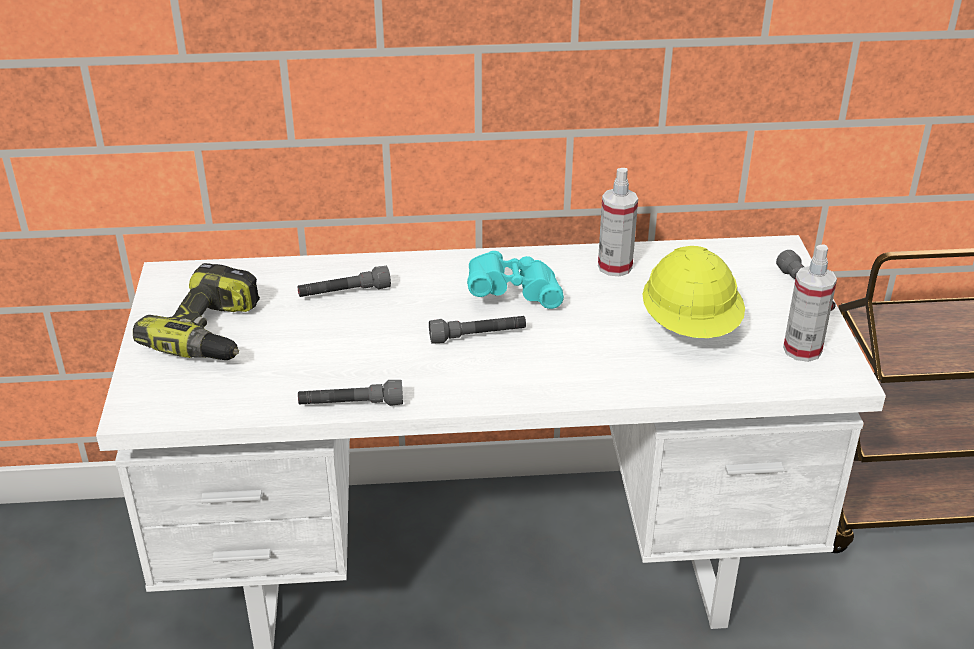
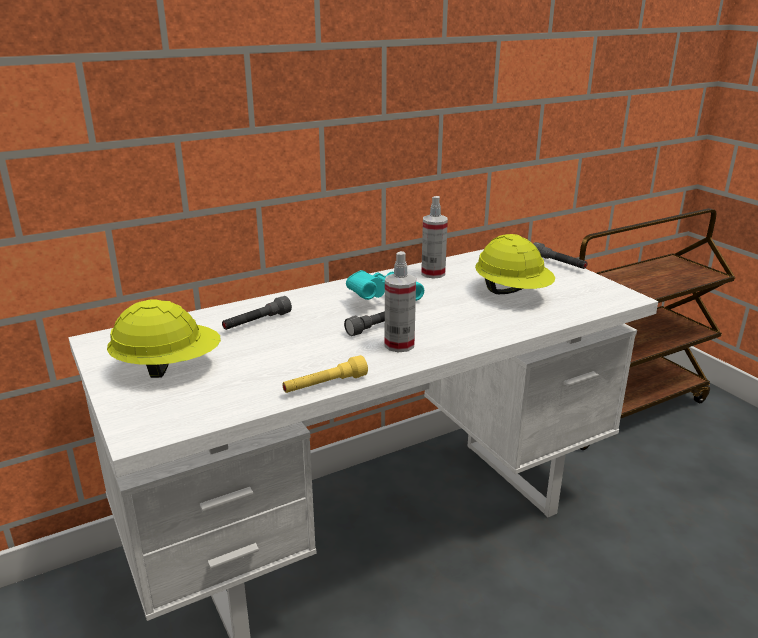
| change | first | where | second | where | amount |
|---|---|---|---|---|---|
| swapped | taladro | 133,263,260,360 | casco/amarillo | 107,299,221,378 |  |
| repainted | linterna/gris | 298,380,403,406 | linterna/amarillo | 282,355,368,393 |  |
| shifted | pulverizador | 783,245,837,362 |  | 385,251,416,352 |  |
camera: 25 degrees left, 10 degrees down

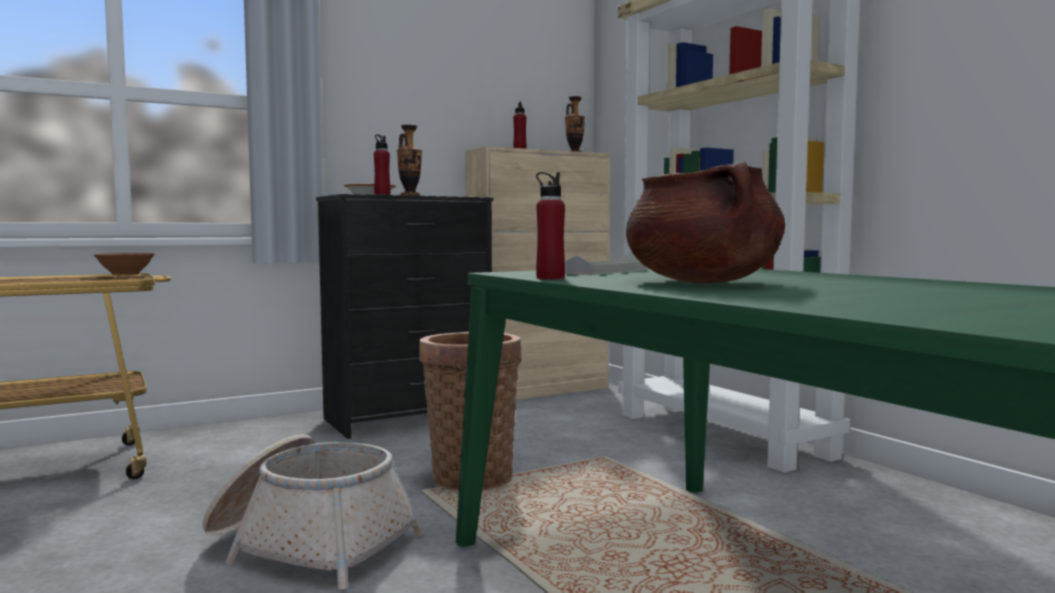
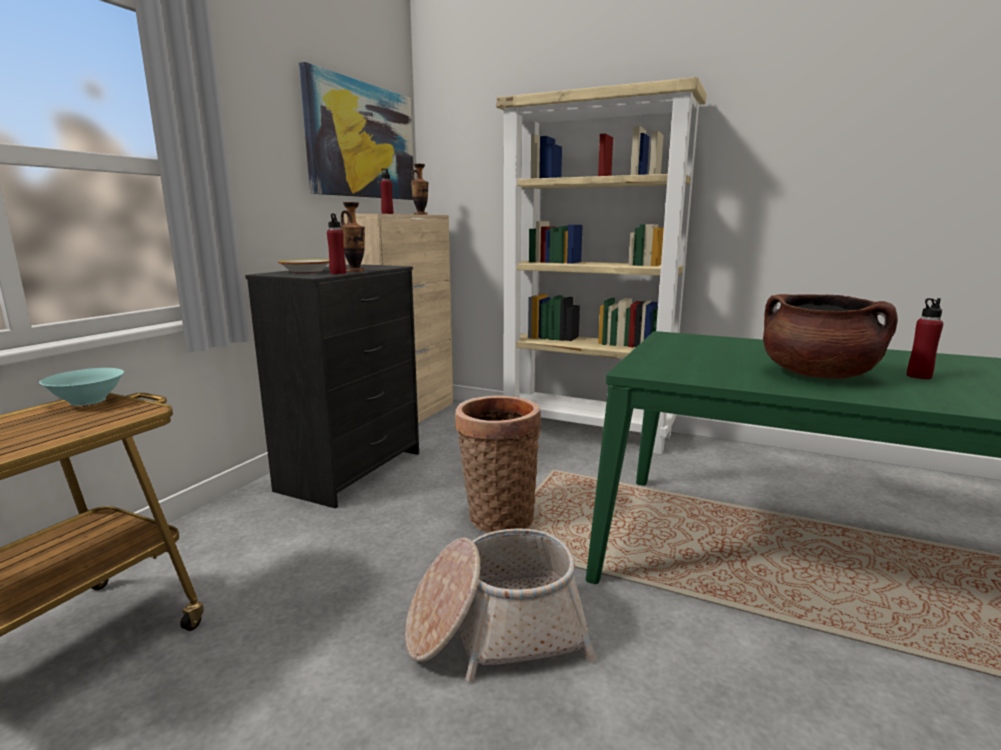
| change | first | where | second | where | amount |
|---|---|---|---|---|---|
| repainted | cuenco/marrón | 93,253,155,275 | cuenco/turquesa | 39,368,124,406 |  |
| shifted | botella/rojo | 536,172,565,279 |  | 907,298,943,379 |  |
| gone | bandeja/gris | 565,253,646,275 |  |  |  |
| new |  |  | cuadro | 299,62,413,200 |  |
camera: 35 degrees left, 10 degrees up

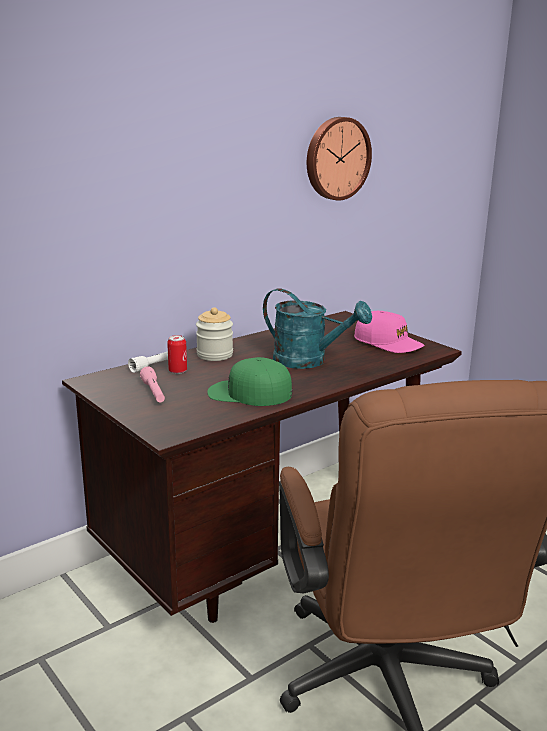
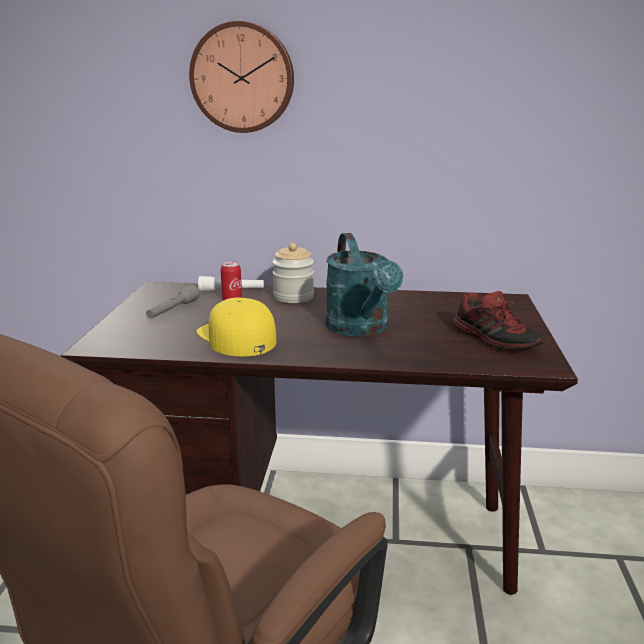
| change | first | where | second | where | amount |
|---|---|---|---|---|---|
| repainted | linterna/rosa | 140,367,165,403 | linterna/gris | 146,285,199,319 |  |
| repainted | gorra/verde | 207,357,292,406 | gorra/amarillo | 197,298,277,357 |  |
| shifted | reloj de pared | 307,117,372,201 |  | 189,21,294,133 |  |
| swapped | gorra/rosa | 354,311,424,353 | zapato | 453,291,545,350 |  |
camera: 45 degrees right, 0 degrees up

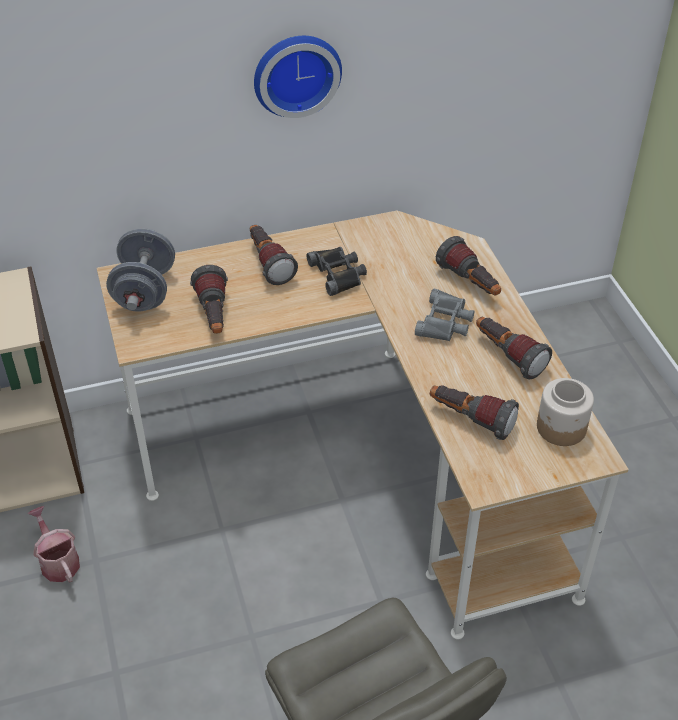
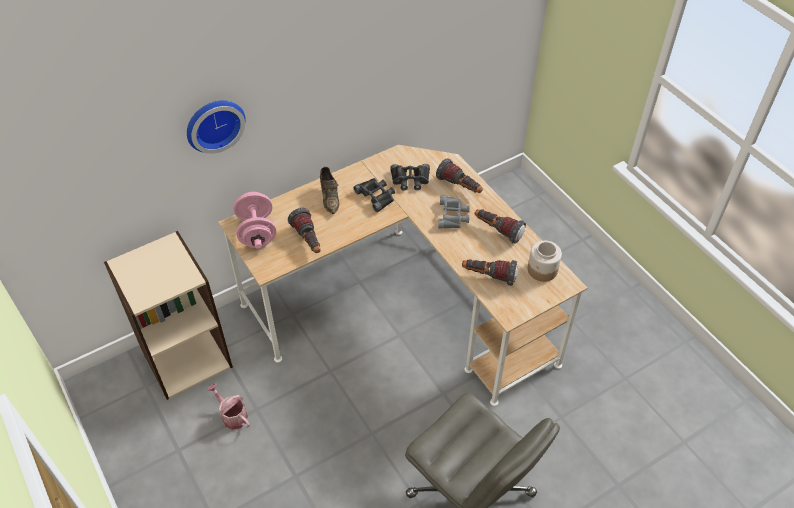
| change | first | where | second | where | amount |
|---|---|---|---|---|---|
| repainted | mancuerna/gris | 106,229,175,312 | mancuerna/rosa | 234,192,276,249 |  |
| swapped | linterna | 250,225,298,285 | zapato/marrón | 320,167,339,214 |  |
| shifted | reloj de pared | 254,36,342,118 |  | 187,100,246,154 |  |
| new |  |  | prismáticos/negro | 390,164,430,191 |  |
camera: 15 degrees left, 5 degrees up

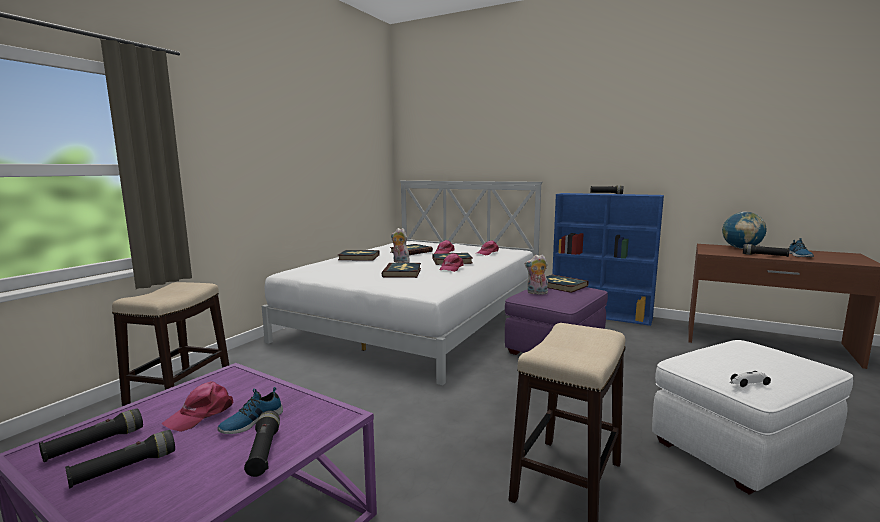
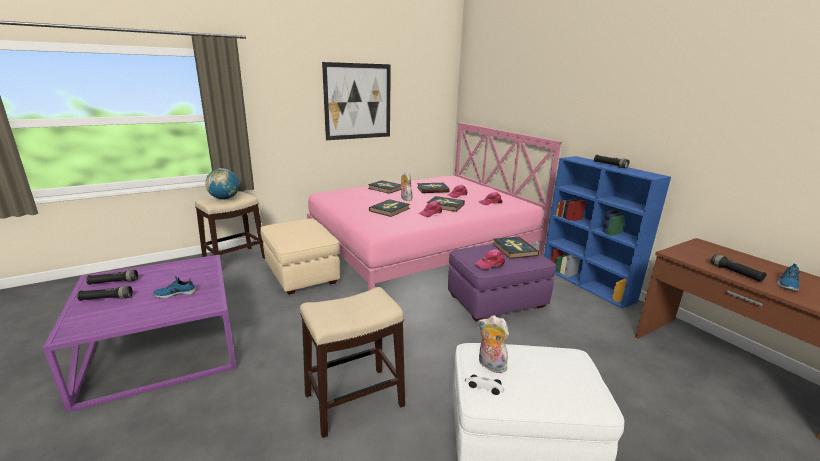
| change | first | where | second | where | amount |
|---|---|---|---|---|---|
| shifted | gorra/rosa | 162,381,234,432 |  | 475,249,505,269 |  |
| gone | linterna/negro | 244,410,280,477 |  |  |  |
| repainted | cama/blanco | 262,181,543,385 | cama/rosa | 307,122,562,291 |  |
| shifted | peluche | 525,255,548,295 |  | 478,315,511,373 |  |
| shifted | globo terráqueo | 722,212,766,249 |  | 205,168,239,200 |  |
| new |  |  | puf/beis | 260,219,340,295 |  |
| new |  |  | cuadro | 322,62,391,140 |  |
camera: 30 degrees right, 10 degrees up

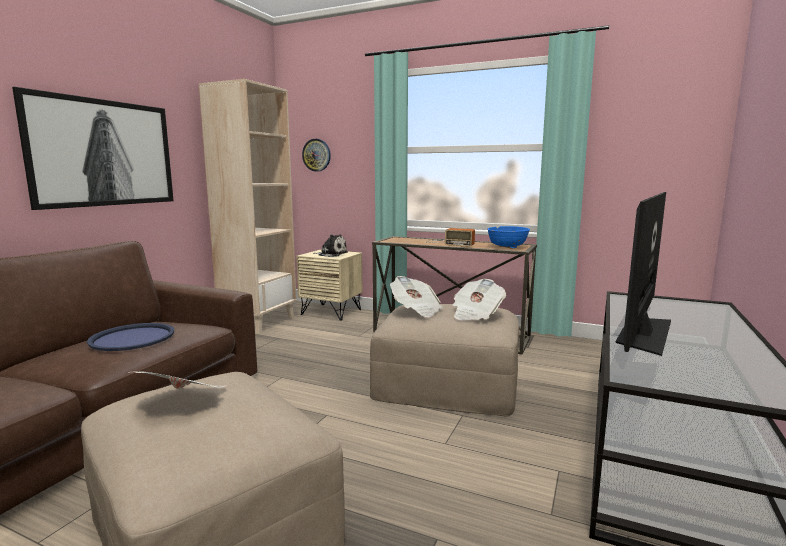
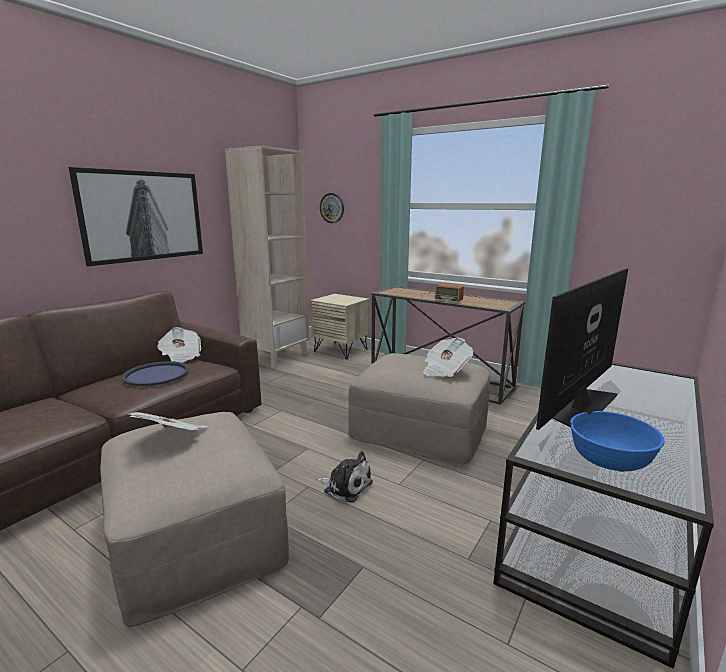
| change | first | where | second | where | amount |
|---|---|---|---|---|---|
| shifted | peluche | 314,234,348,257 |  | 317,451,373,502 |  |
| shifted | periódico | 390,276,443,318 |  | 157,327,201,363 |  |
| shifted | cuenco/azul | 488,226,530,248 |  | 570,411,665,472 |  |
camera: 10 degrees right, 5 degrees up

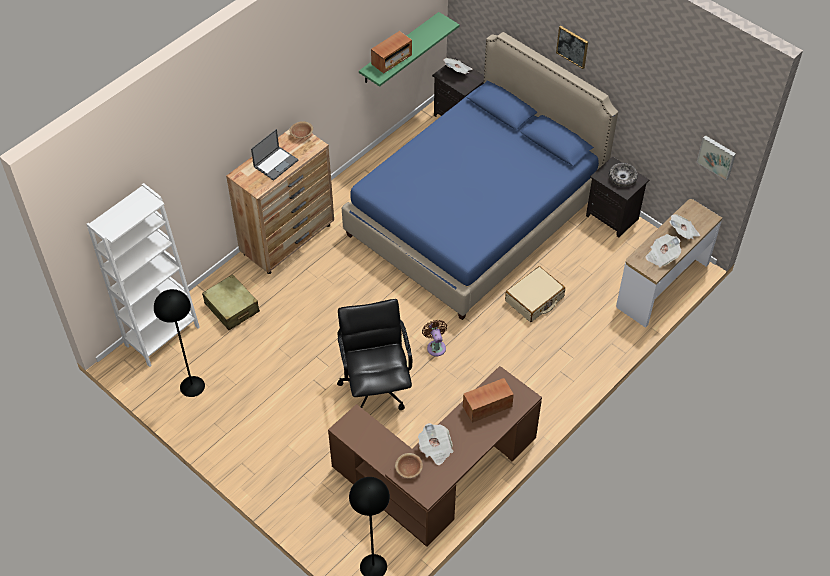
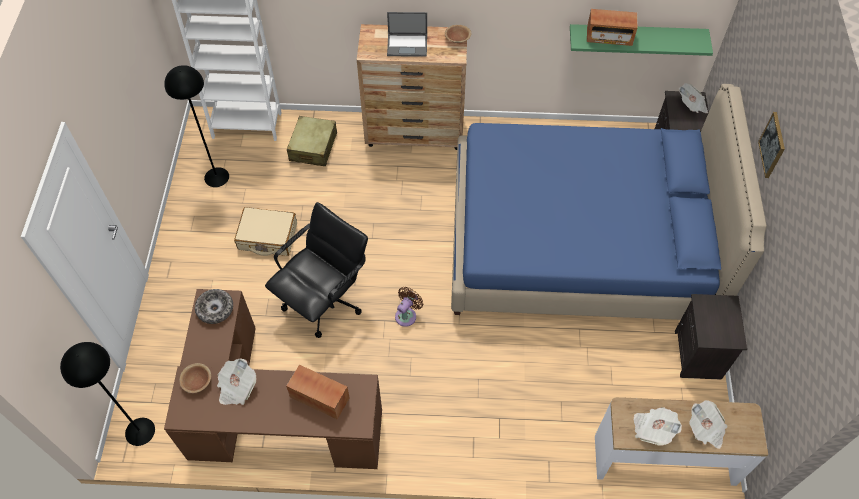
| change | first | where | second | where | amount |
|---|---|---|---|---|---|
| shifted | maleta/beis | 505,266,565,322 |  | 234,207,297,256 |  |
| shifted | cuenco | 609,163,638,187 |  | 195,289,233,324 |  |
| gone | cuadro | 697,135,736,181 |  |  |  |
camera: 50 degrees right, 5 degrees up

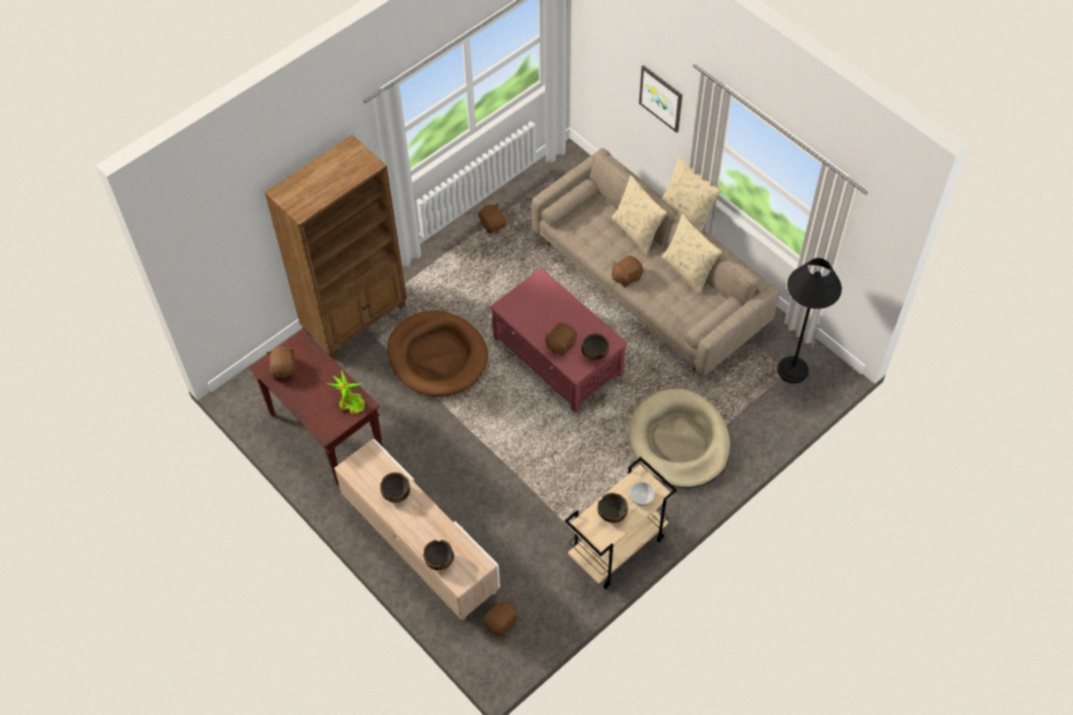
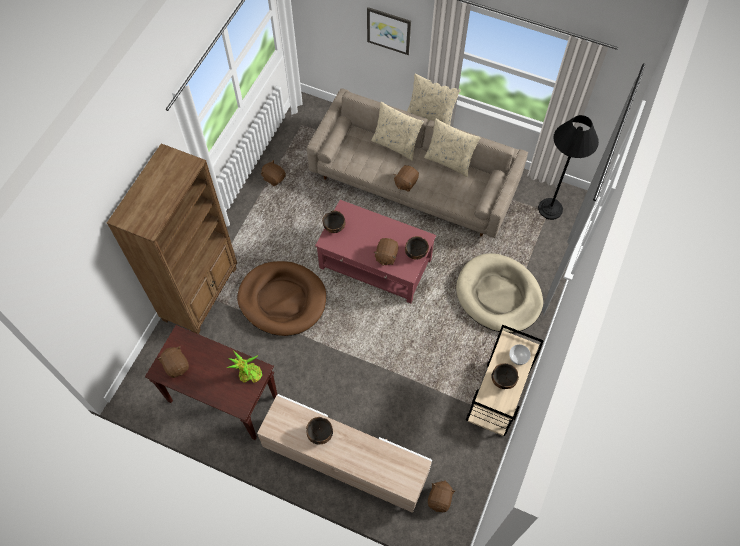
| change | first | where | second | where | amount |
|---|---|---|---|---|---|
| shifted | cuenco | 423,540,454,570 |  | 322,211,346,233 |  |
camera: 25 degrees left, 5 degrees up

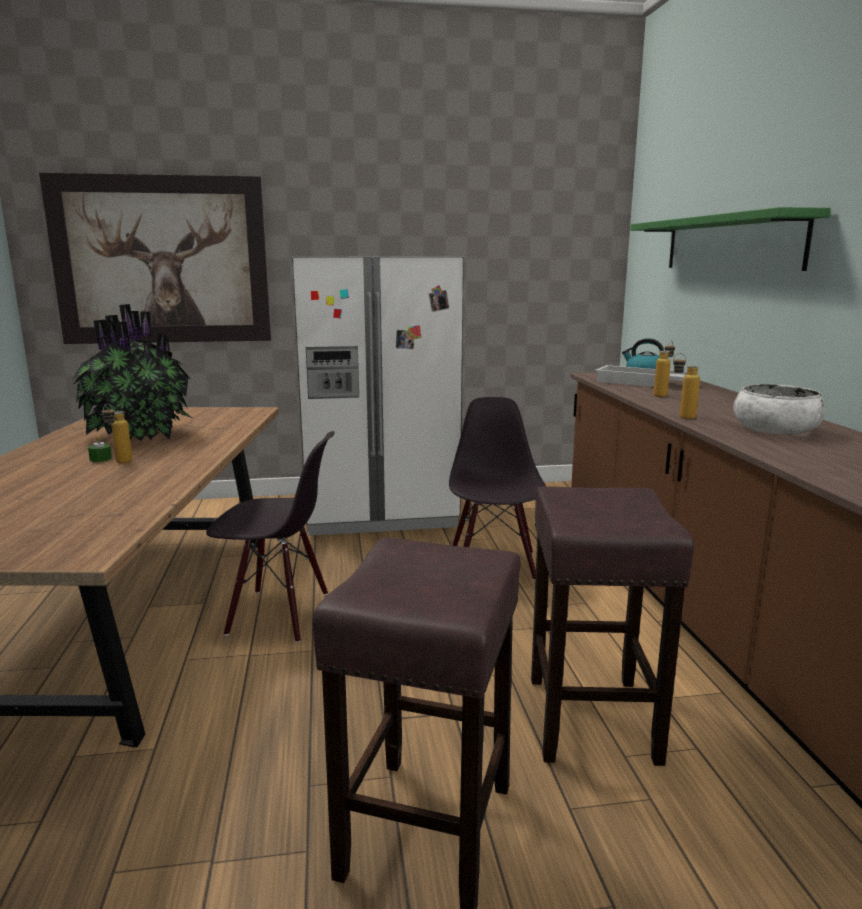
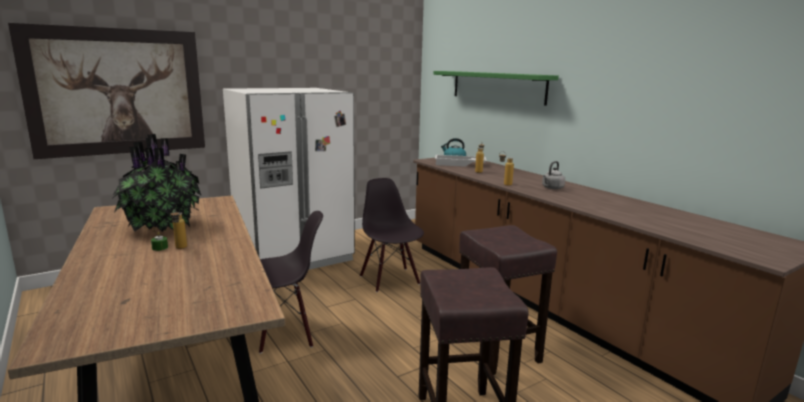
| change | first | where | second | where | amount |
|---|---|---|---|---|---|
| swapped | cuenco/blanco | 733,384,825,435 | hervidor/gris | 542,161,565,189 |  |
camera: 25 degrees left, 0 degrees up

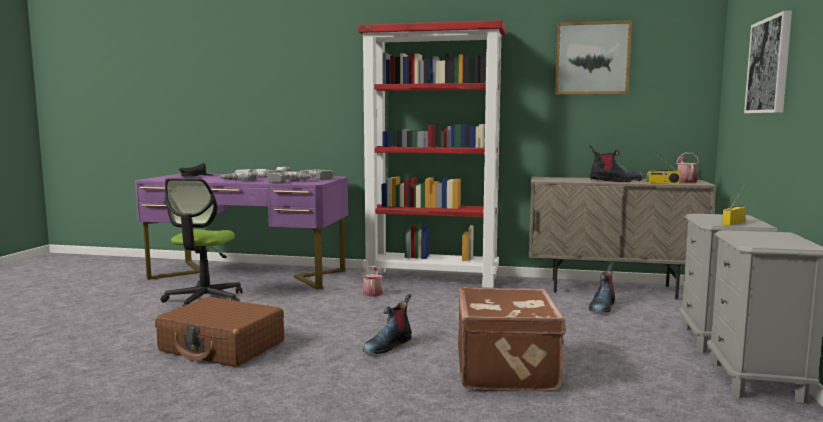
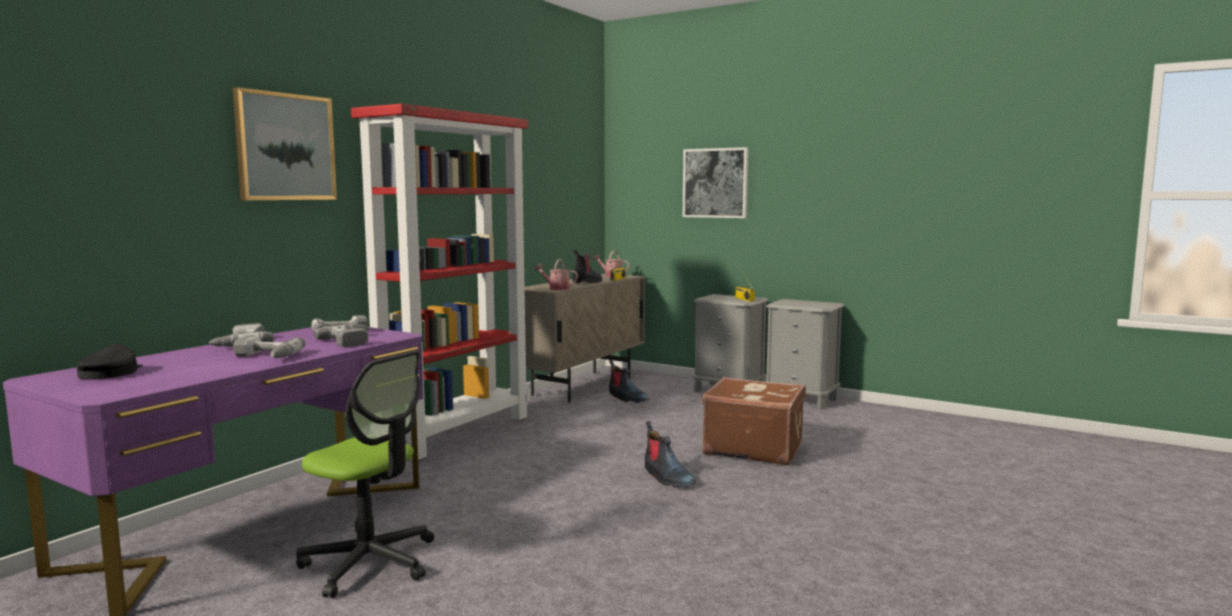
| change | first | where | second | where | amount |
|---|---|---|---|---|---|
| gone | maleta/marrón | 155,297,284,367 |  |  |  |
| shifted | regadera | 362,266,383,297 |  | 534,259,578,290 |  |
| shifted | cuadro | 555,20,632,95 |  | 233,87,337,200 |  |
camera: 70 degrees left, 0 degrees up

